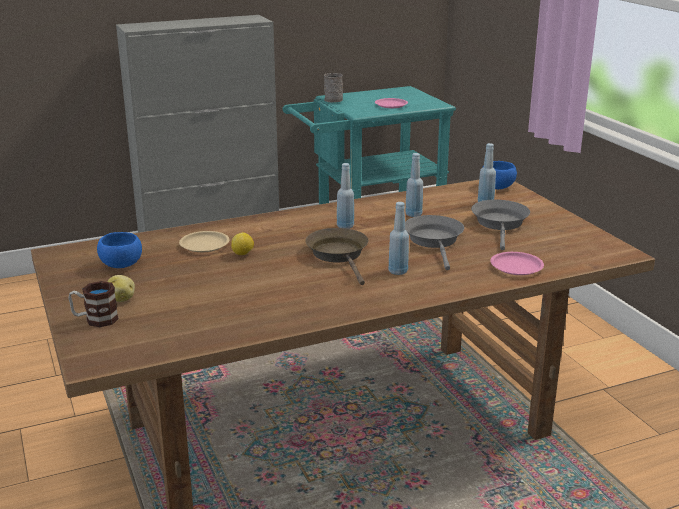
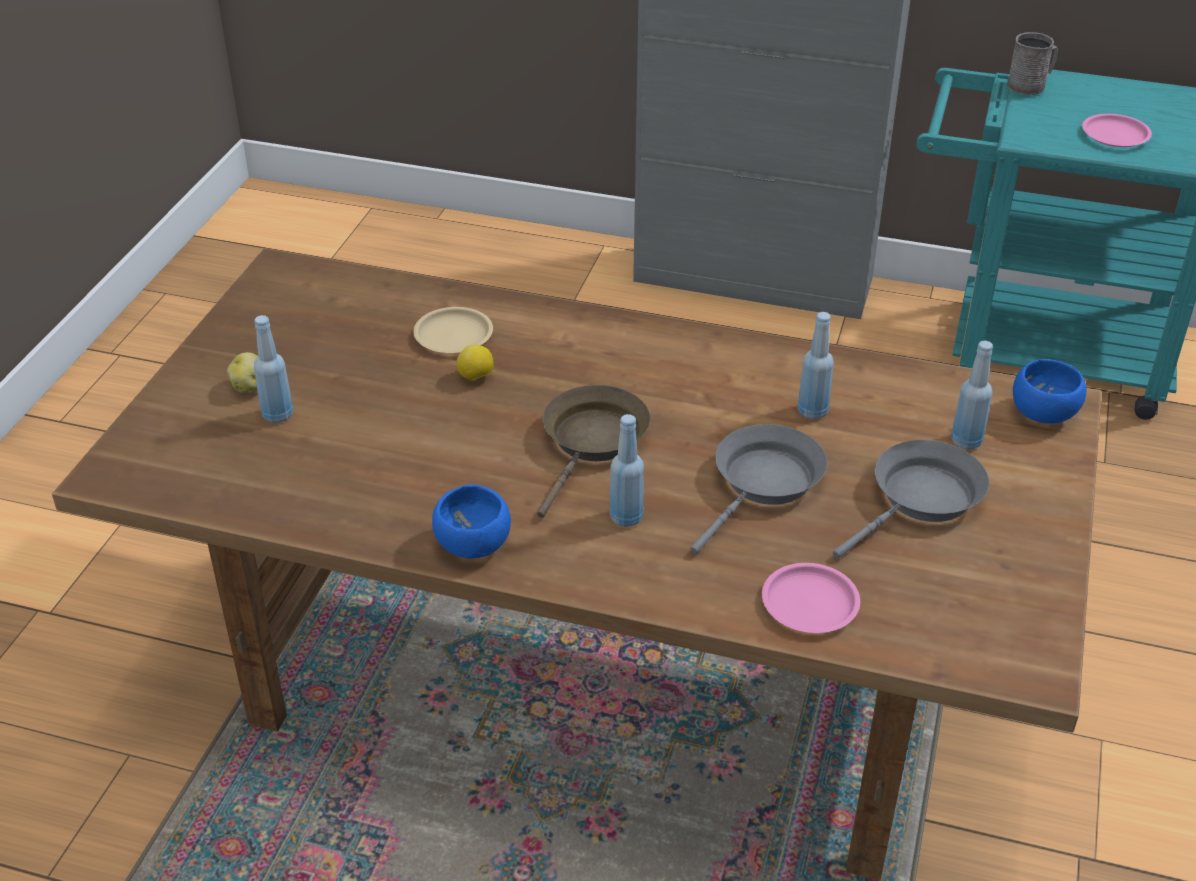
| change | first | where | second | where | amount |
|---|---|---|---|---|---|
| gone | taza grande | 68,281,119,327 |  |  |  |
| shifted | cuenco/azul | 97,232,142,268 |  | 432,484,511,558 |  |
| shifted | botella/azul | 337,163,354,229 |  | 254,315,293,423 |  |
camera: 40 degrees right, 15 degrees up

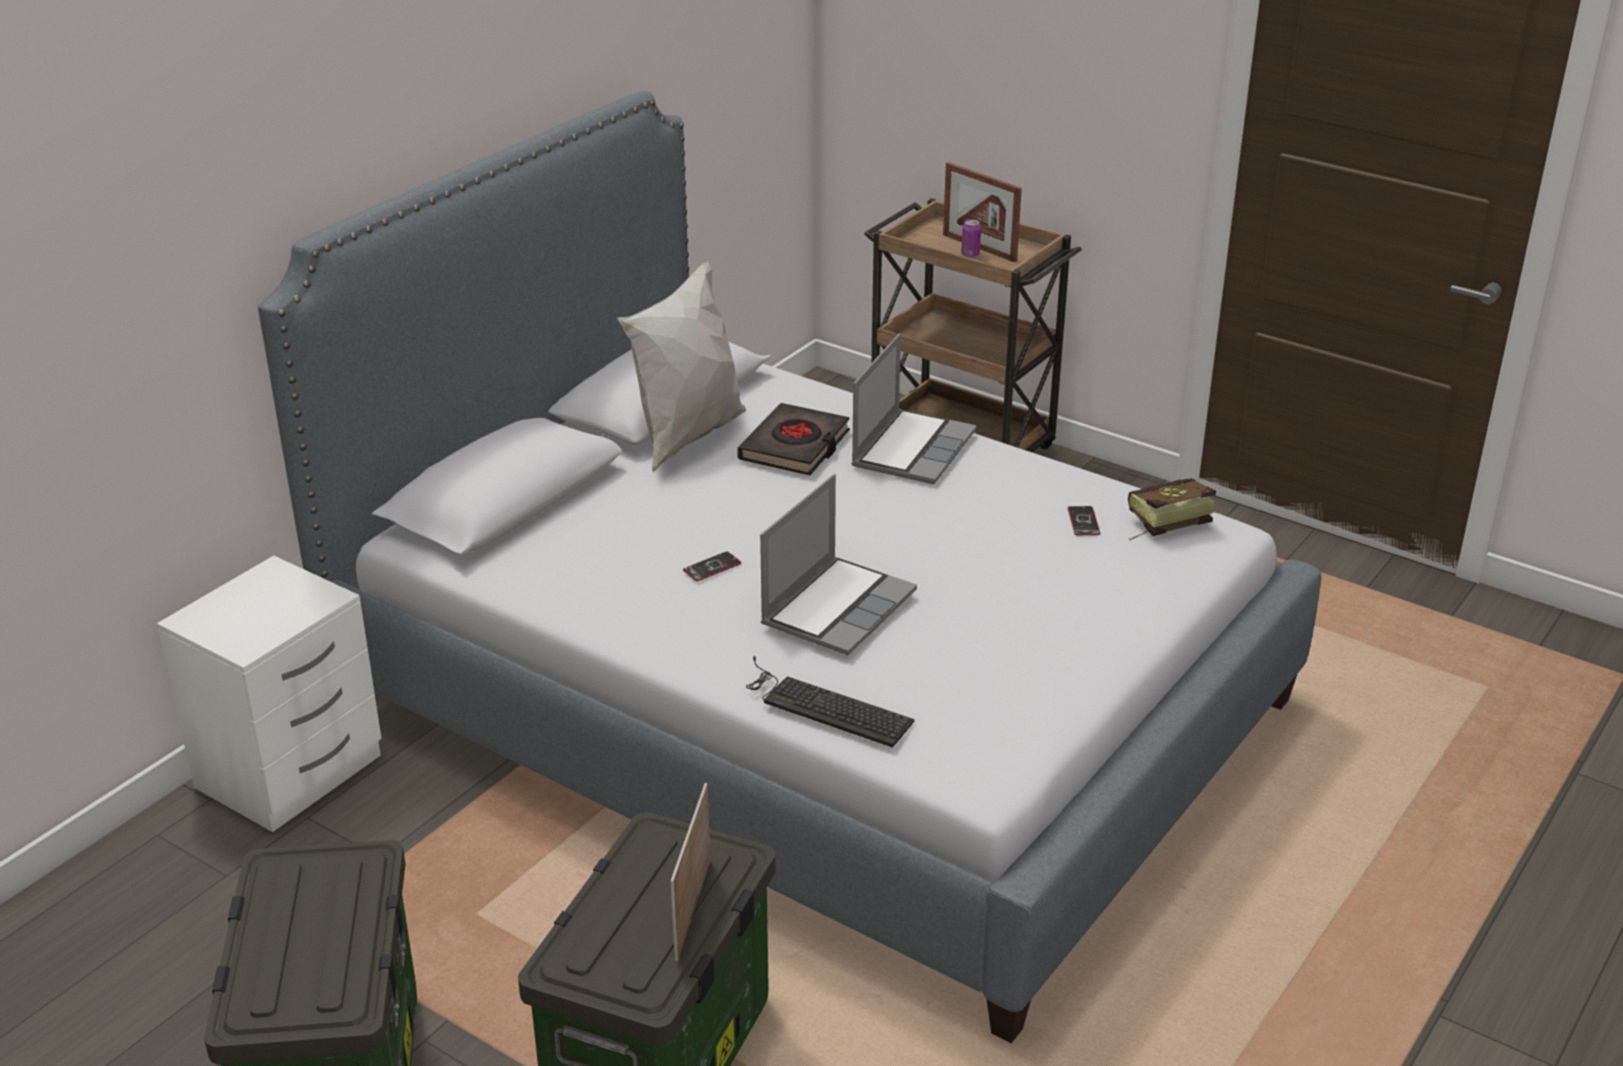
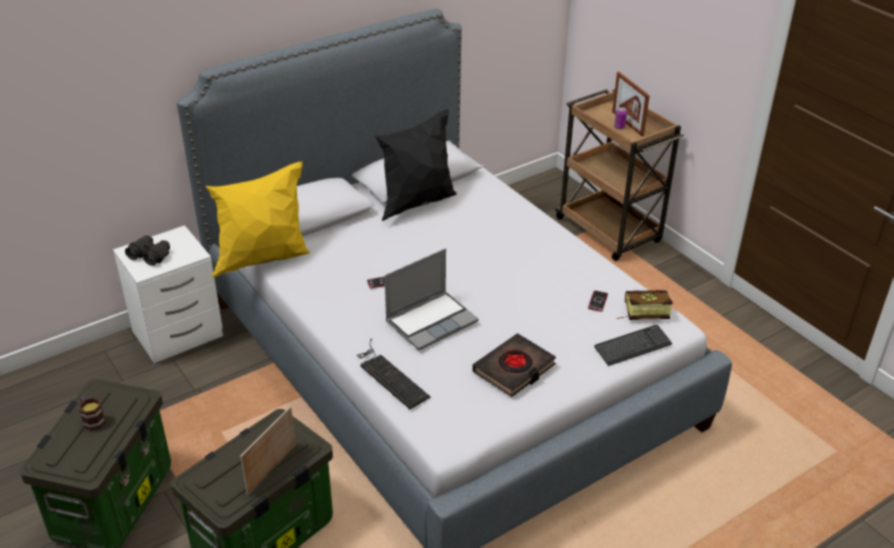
| change | first | where | second | where | amount |
|---|---|---|---|---|---|
| repainted | cojín/blanco | 617,260,746,472 | cojín/negro | 374,109,457,221 |  |
| shifted | libro/negro | 737,403,850,475 |  | 472,333,556,397 |  |
| gone | portátil | 851,333,977,484 |  |  |  |
| new |  |  | taza grande | 79,396,106,431 |  |
| new |  |  | prismáticos/negro | 125,235,170,266 |  |
| new |  |  | cojín/amarillo | 206,161,310,278 |  |
| new |  |  | teclado | 594,325,672,366 |  |
camera: 20 degrees right, 5 degrees up

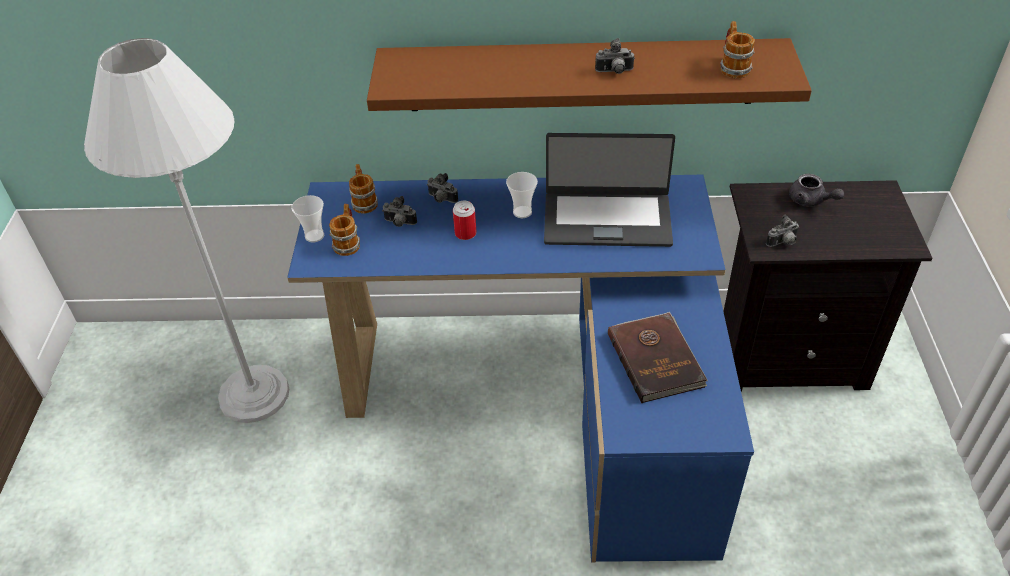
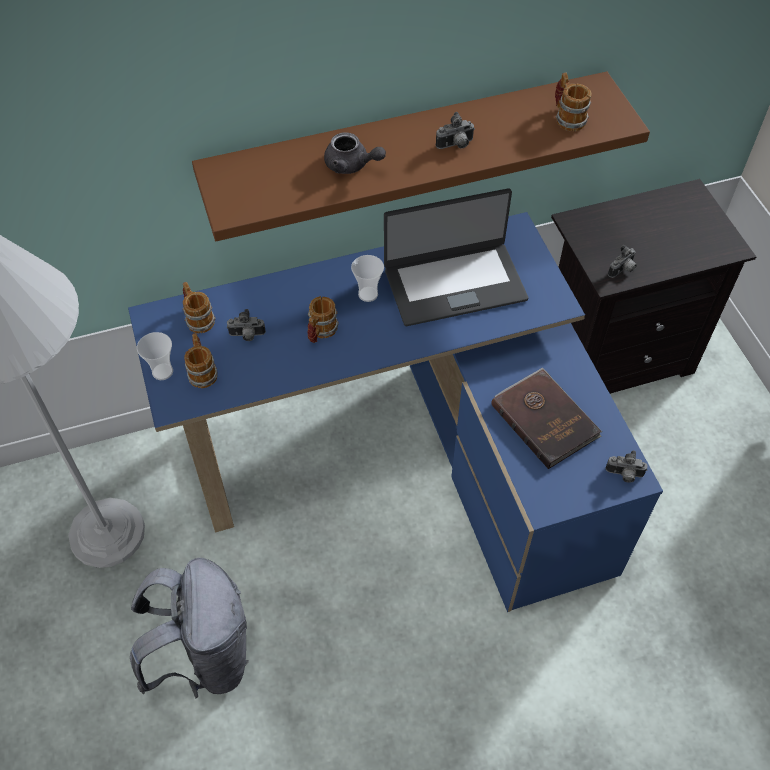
| change | first | where | second | where | amount |
|---|---|---|---|---|---|
| shifted | cámara | 427,173,458,203 |  | 606,450,648,483 |  |
| swapped | lata | 453,201,476,240 | taza grande | 308,296,339,343 |  |
| shifted | tetera/gris | 789,174,844,207 |  | 324,132,386,174 |  |
| new |  |  | mochila/gris | 130,558,249,699 |  |
camera: 20 degrees left, 10 degrees up

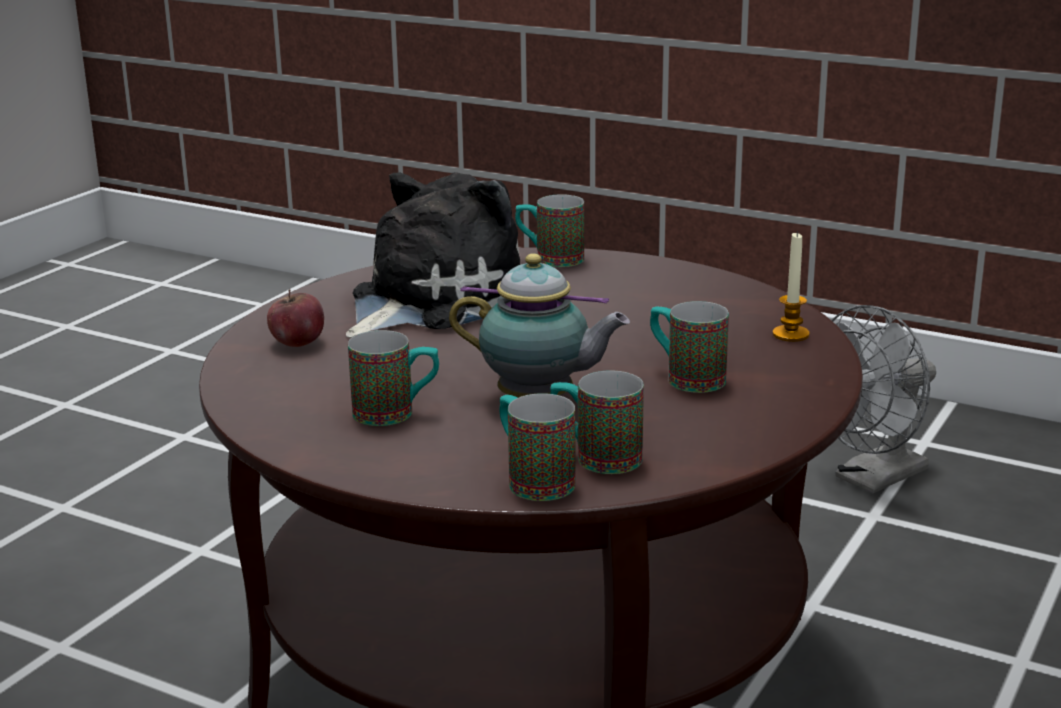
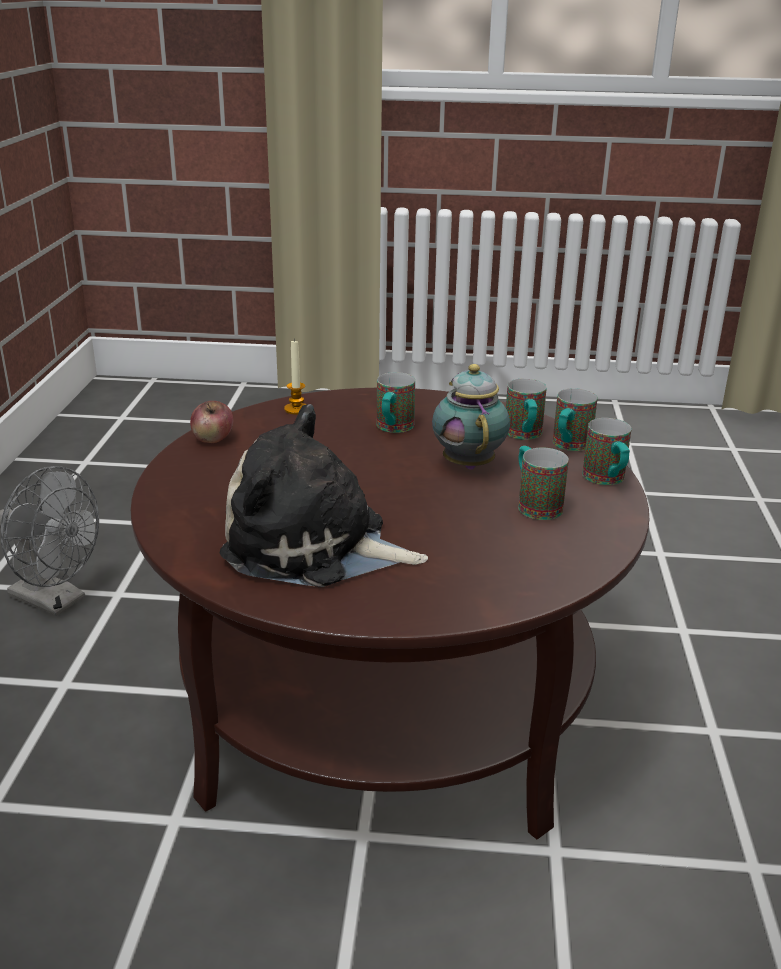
| change | first | where | second | where | amount |
|---|---|---|---|---|---|
| shifted | manzana | 267,289,324,347 |  | 190,401,233,443 |  |
| shifted | taza grande | 515,194,584,267 |  | 582,418,631,485 |  |
camera: 115 degrees left, 5 degrees up

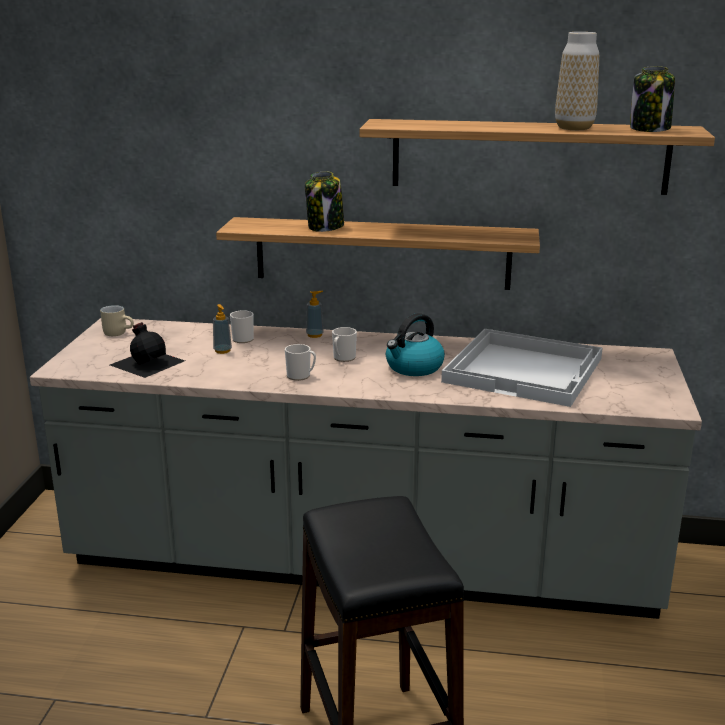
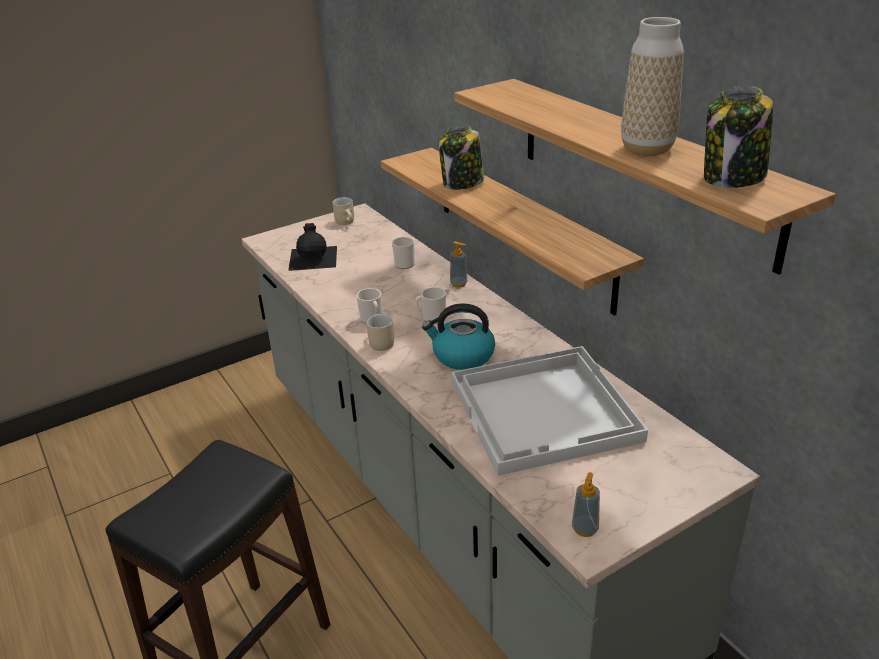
| change | first | where | second | where | amount |
|---|---|---|---|---|---|
| shifted | dispensador de jabón | 213,304,232,354 |  | 572,472,600,537 |  |
| new |  |  | taza grande/beis | 366,314,394,351 |  |
camera: 50 degrees right, 10 degrees up

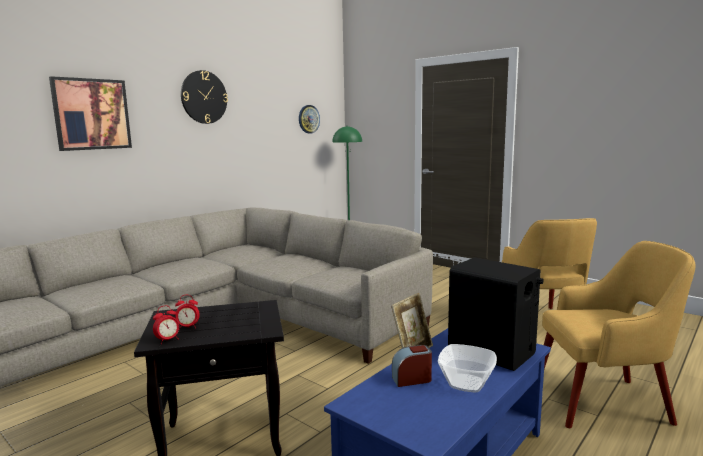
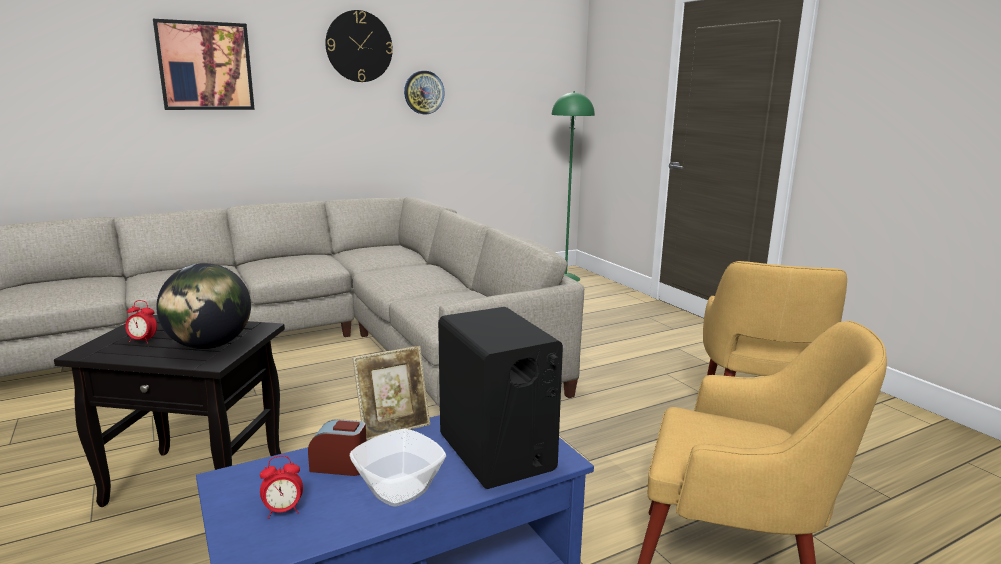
| change | first | where | second | where | amount |
|---|---|---|---|---|---|
| shifted | despertador | 153,306,179,344 |  | 260,455,303,519 |  |
| shifted | reloj de pared | 299,105,320,133 |  | 404,71,445,114 |  |
| new |  |  | globo terráqueo | 156,263,251,349 |  |
camera: 20 degrees right, 5 degrees up

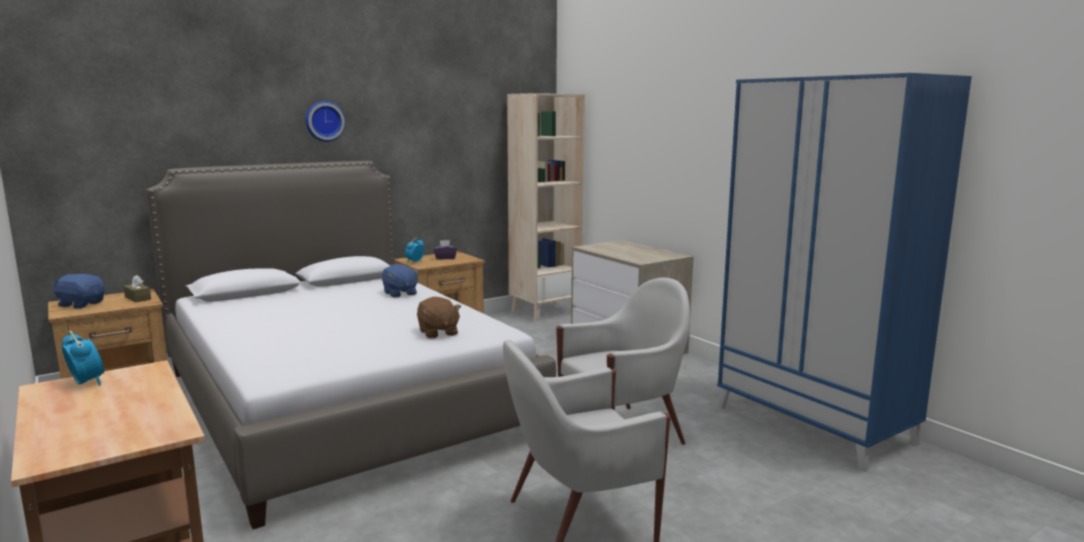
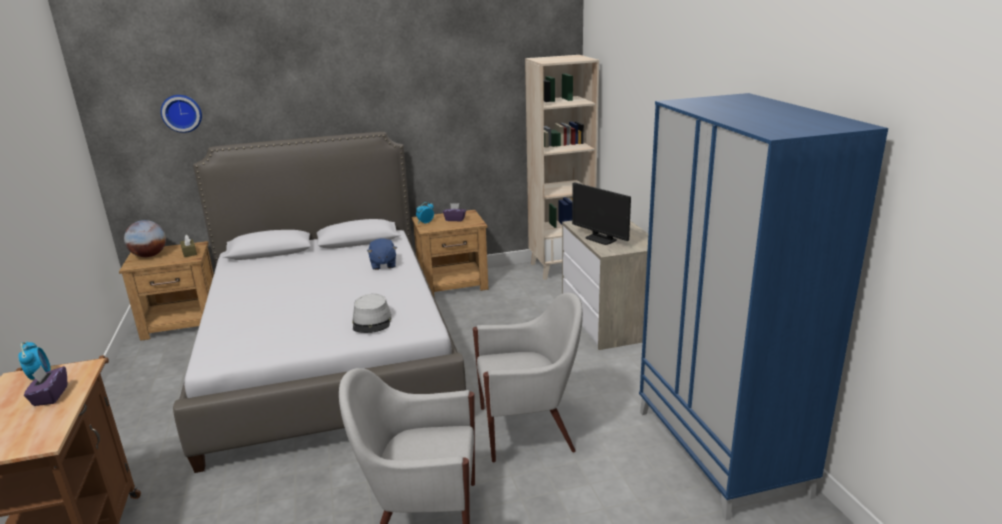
| change | first | where | second | where | amount |
|---|---|---|---|---|---|
| swapped | peluche/azul | 51,274,105,309 | globo terráqueo | 124,220,166,257 |  |
| shifted | reloj de pared | 306,101,345,142 |  | 161,95,202,133 |  |
| swapped | peluche/marrón | 417,297,461,339 | sombrero/gris | 352,294,392,333 |  |
| new |  |  | caja de pañuelos/morado | 24,366,67,406 |  |
| new |  |  | monitor | 572,182,631,245 |  |
camera: 20 degrees right, 10 degrees up

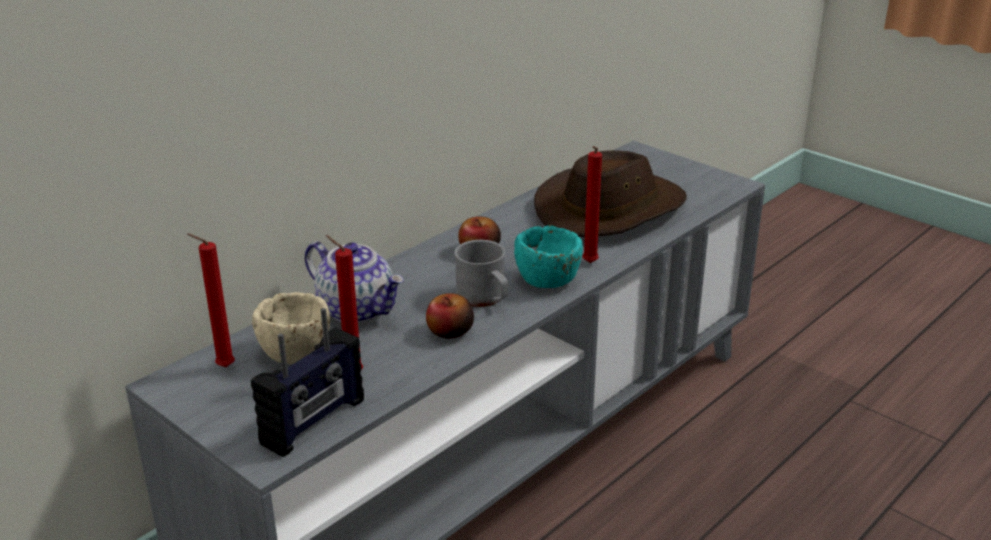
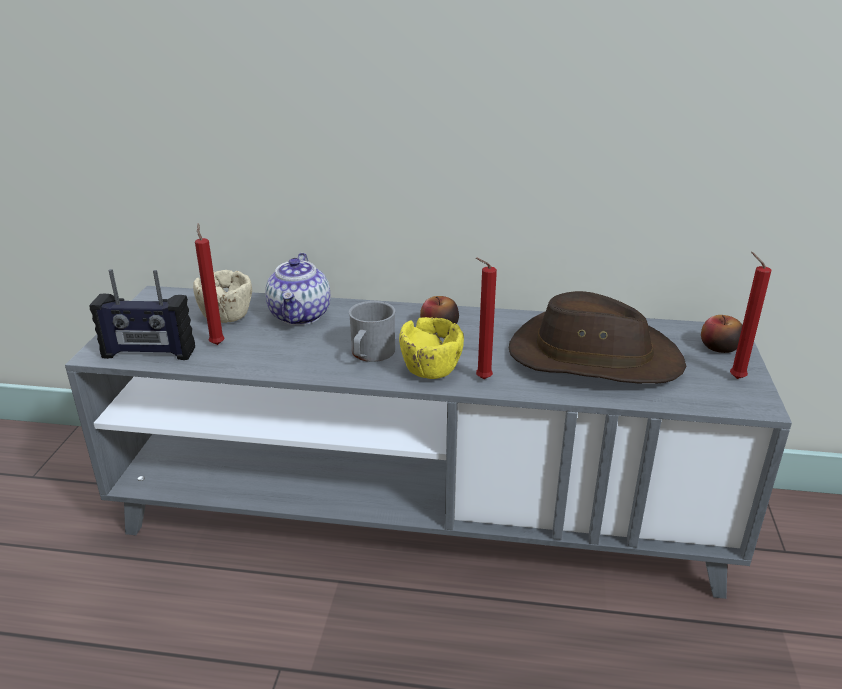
| change | first | where | second | where | amount |
|---|---|---|---|---|---|
| shifted | vela/rojo | 187,233,235,367 |  | 730,252,771,379 |  |
| shifted | manzana | 426,293,474,339 |  | 701,315,743,353 |  |
| repainted | cuenco/turquesa | 514,225,583,288 | cuenco/amarillo | 399,317,464,379 |  |
camera: 55 degrees right, 0 degrees up

